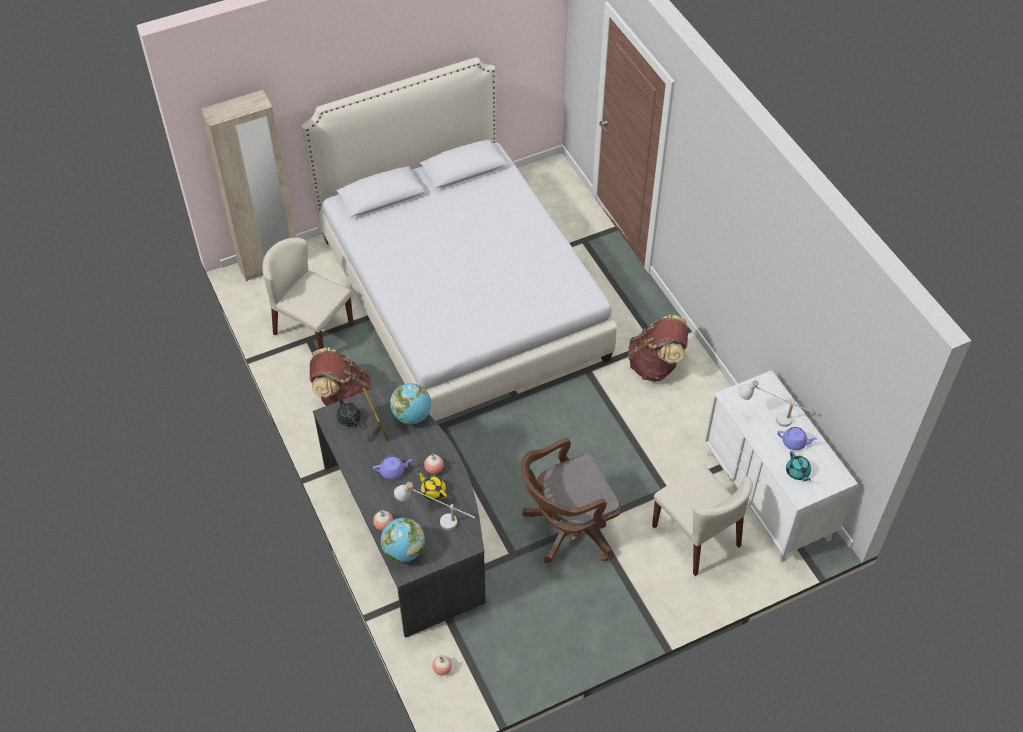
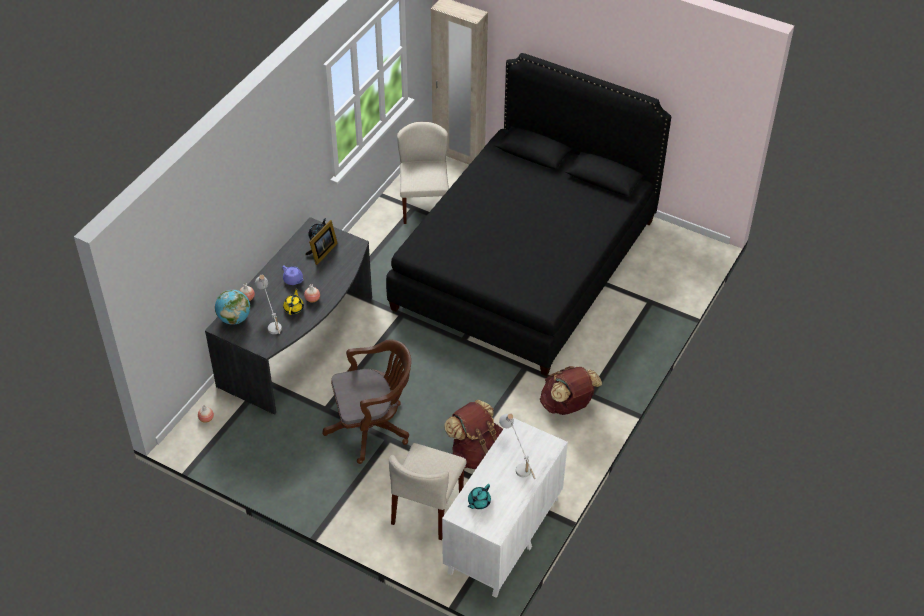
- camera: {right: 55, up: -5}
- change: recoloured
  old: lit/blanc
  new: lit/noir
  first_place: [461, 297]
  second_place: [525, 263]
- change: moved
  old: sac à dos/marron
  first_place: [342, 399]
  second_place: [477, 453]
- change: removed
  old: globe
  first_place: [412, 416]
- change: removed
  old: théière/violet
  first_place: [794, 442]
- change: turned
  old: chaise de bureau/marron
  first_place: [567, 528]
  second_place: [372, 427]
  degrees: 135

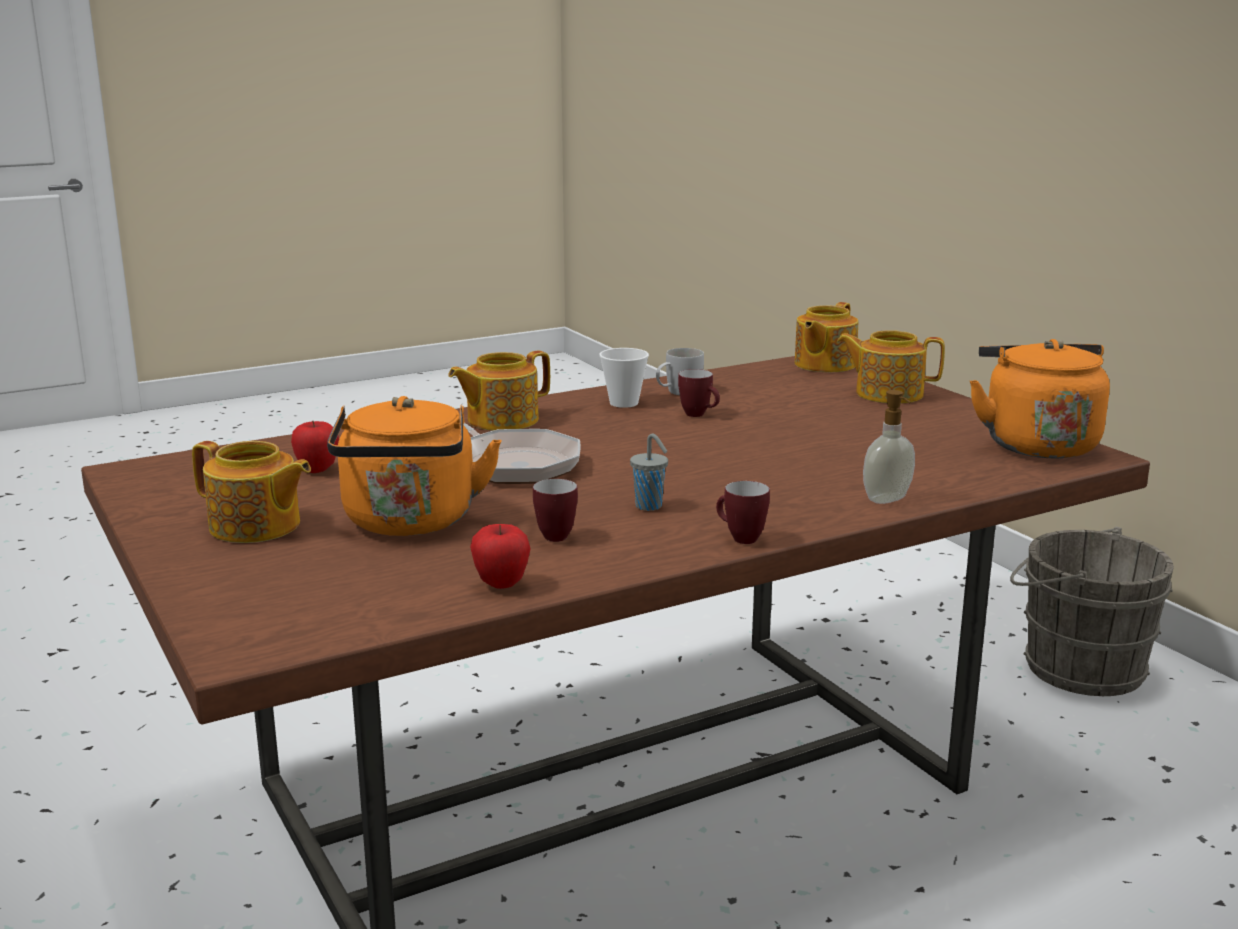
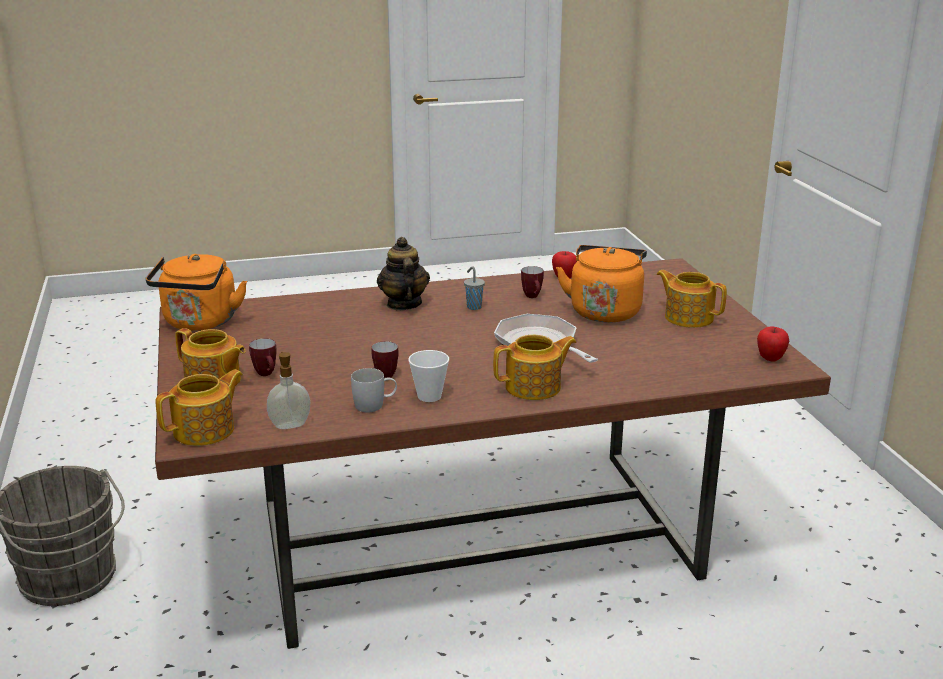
- camera: {right: -165, up: 5}
- change: moved
  old: distributeur de savon
  first_place: [888, 500]
  second_place: [290, 425]
- change: moved
  old: pomme
  first_place: [317, 470]
  second_place: [770, 359]
- change: moved
  old: mug
  first_place: [739, 538]
  second_place: [267, 374]
- change: added
  new: théière
  second_place: [403, 304]

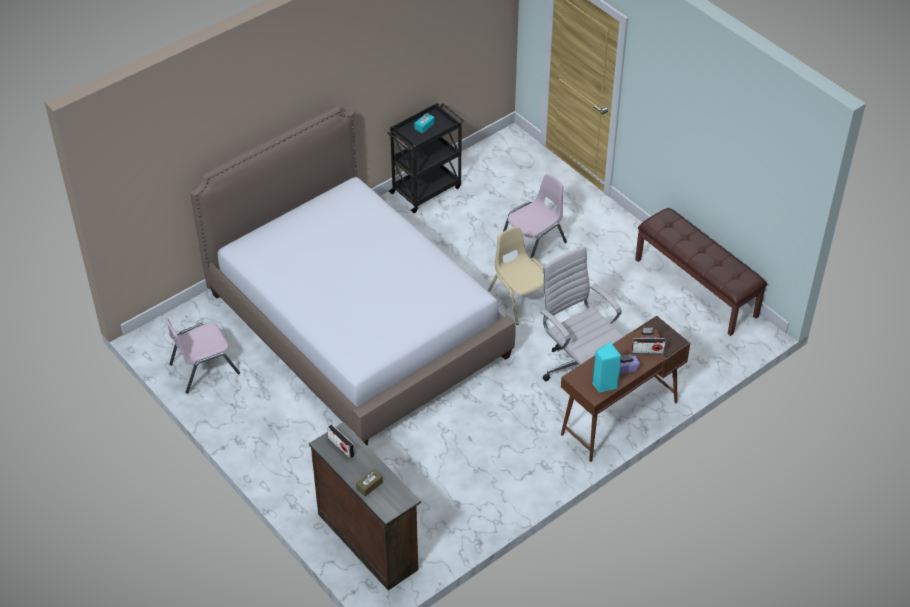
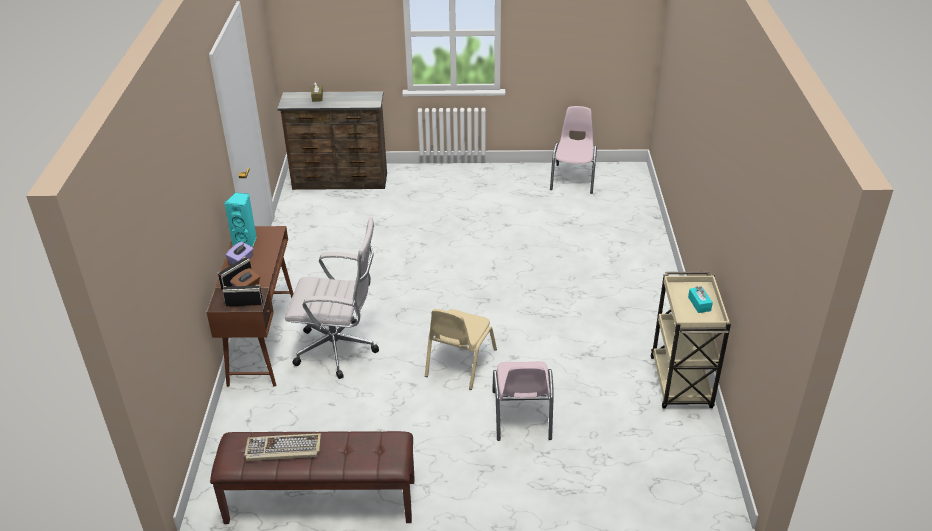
- camera: {right: 130, up: -10}
- change: recoloured
  old: chariot/noir
  new: chariot/beige
  first_place: [427, 189]
  second_place: [681, 384]
- change: removed
  old: lit
  first_place: [357, 325]
- change: turned
  old: chaise/beige
  first_place: [520, 298]
  second_place: [459, 363]
  degrees: 105
- change: moved
  old: radio
  first_place: [341, 447]
  second_place: [244, 303]
- change: added
  new: clavier
  second_place: [282, 449]

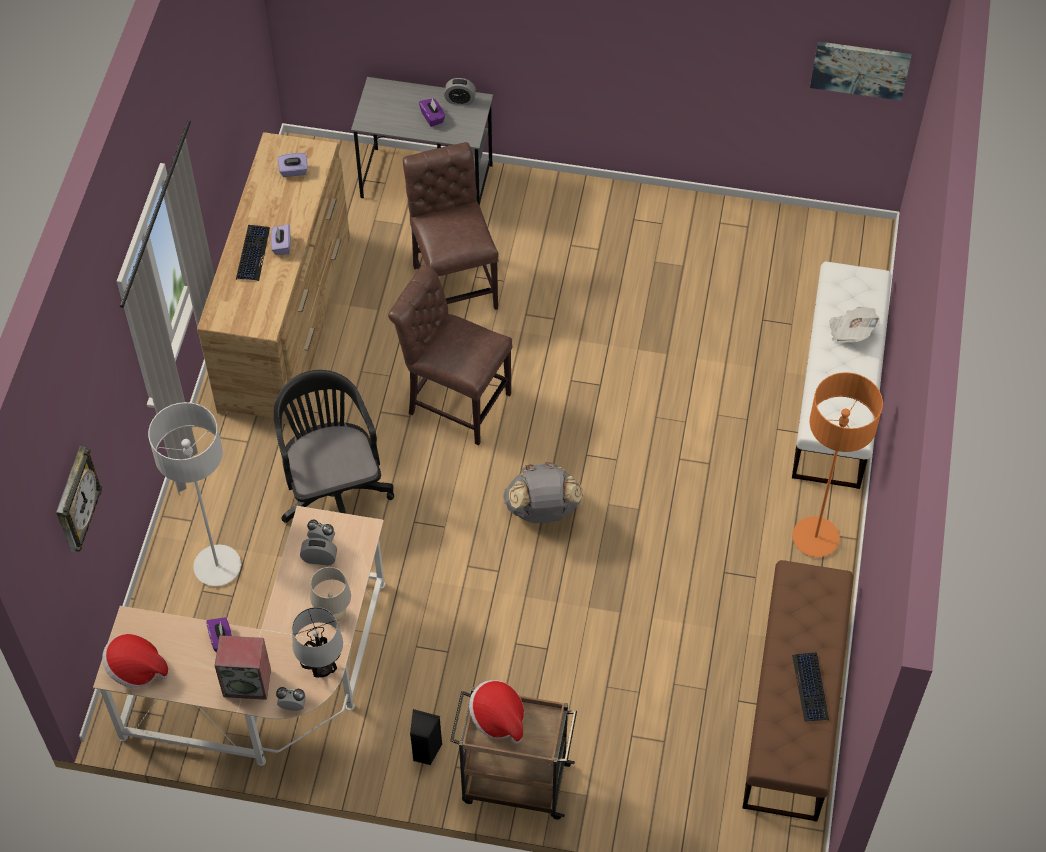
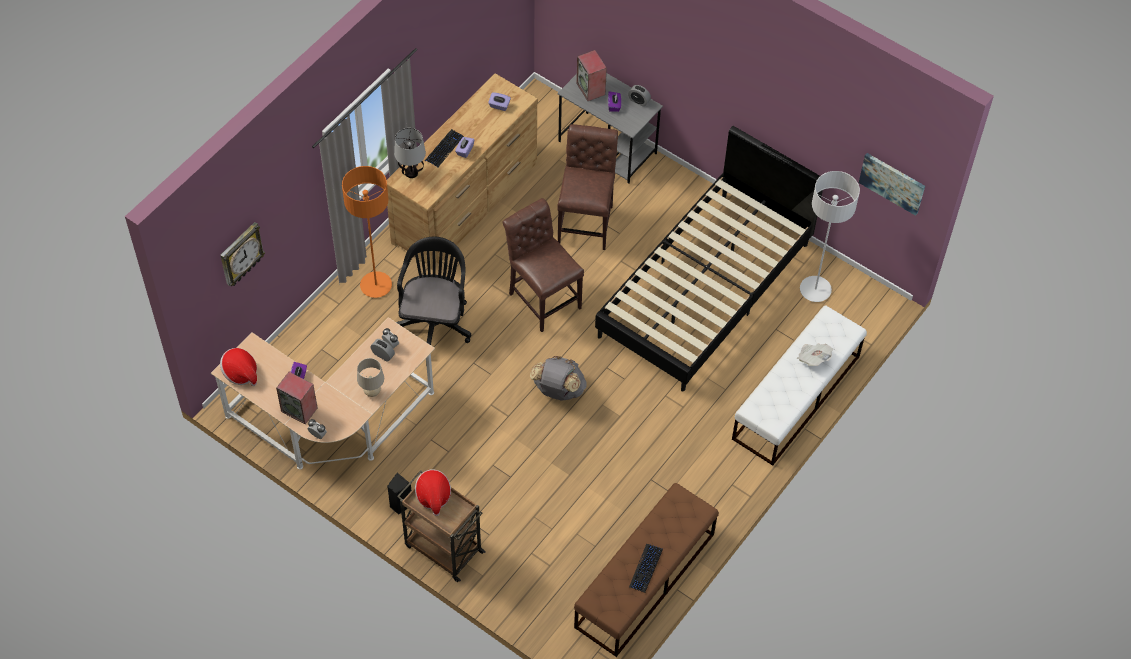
- camera: {right: 25, up: 0}
- change: moved
  old: lampadaire/orange
  first_place: [815, 538]
  second_place: [376, 285]
- change: moved
  old: lampadaire/gris
  first_place: [217, 566]
  second_place: [815, 290]
- change: moved
  old: lampe de table
  first_place: [322, 667]
  second_place: [411, 172]
- change: added
  new: enceinte
  second_place: [591, 89]
- change: added
  new: lit/noir
  second_place: [705, 289]

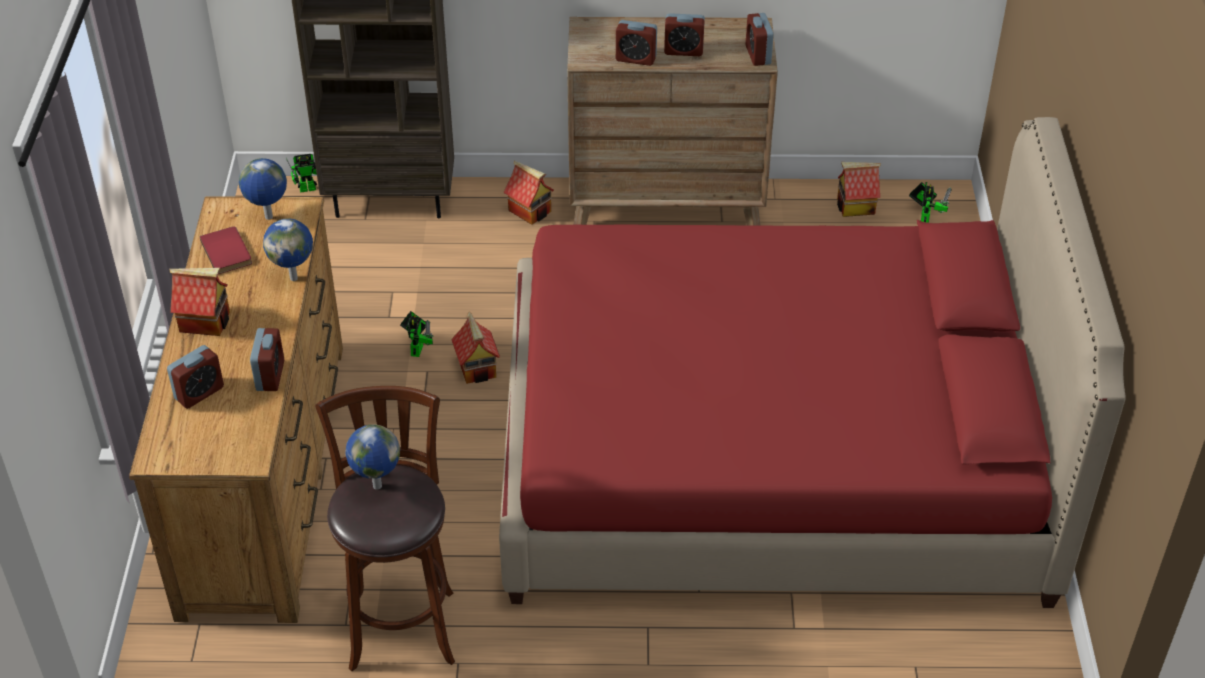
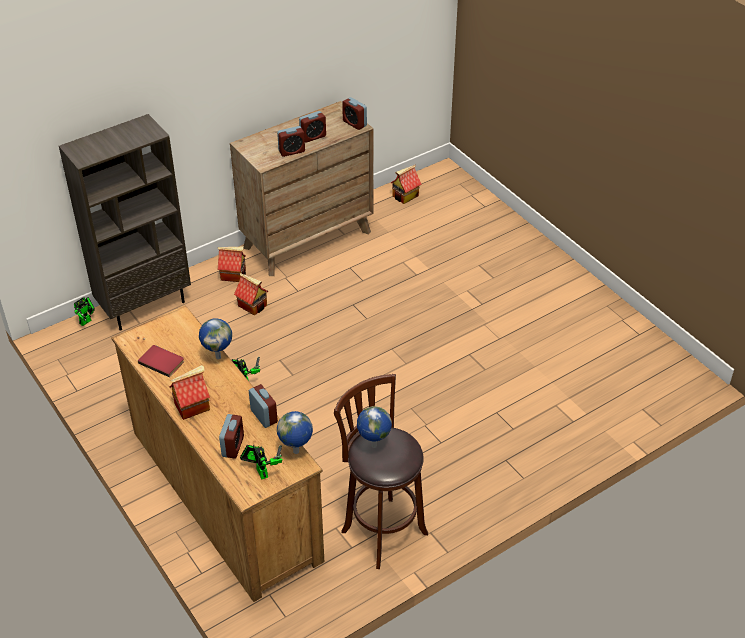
- camera: {right: -35, up: 0}
- change: removed
  old: lit/rouge
  first_place: [771, 460]
- change: moved
  old: globe
  first_place: [268, 218]
  second_place: [296, 452]
- change: moved
  old: robot jouet
  first_place: [925, 217]
  second_place: [261, 471]
- change: moved
  old: maison miniature
  first_place: [478, 368]
  second_place: [253, 305]

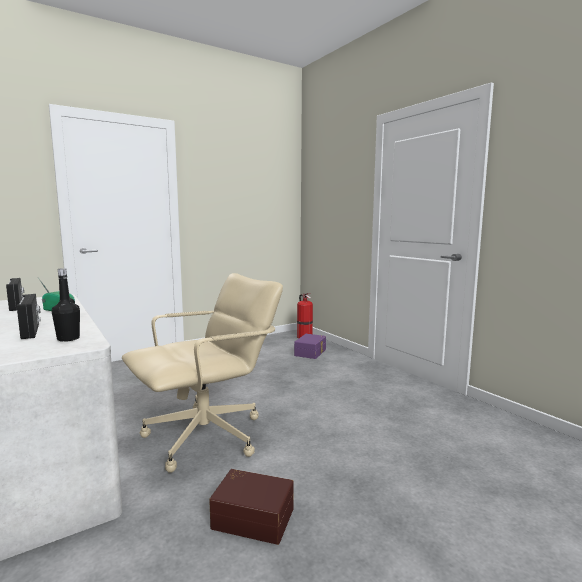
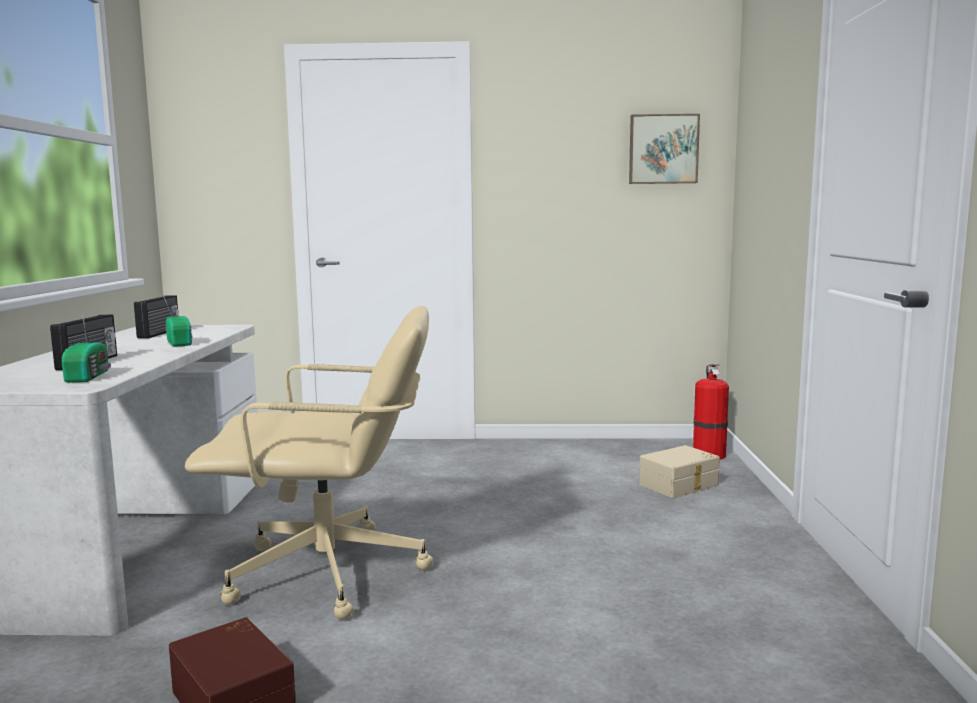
- camera: {right: 35, up: 0}
- change: replaced
  old: bouteille/noir
  new: radio
  first_place: [68, 339]
  second_place: [89, 376]
- change: recoloured
  old: boîte de rangement/violet
  new: boîte de rangement/beige
  first_place: [311, 352]
  second_place: [680, 485]
- change: added
  new: tableau
  second_place: [663, 149]

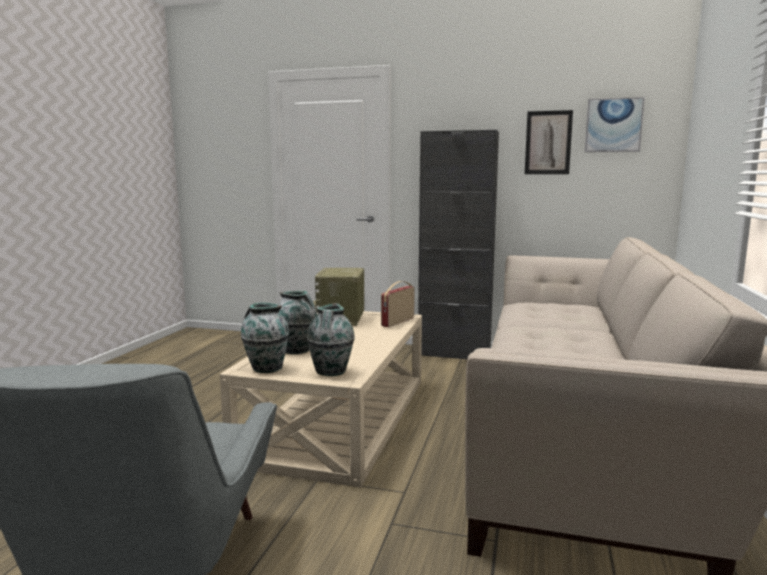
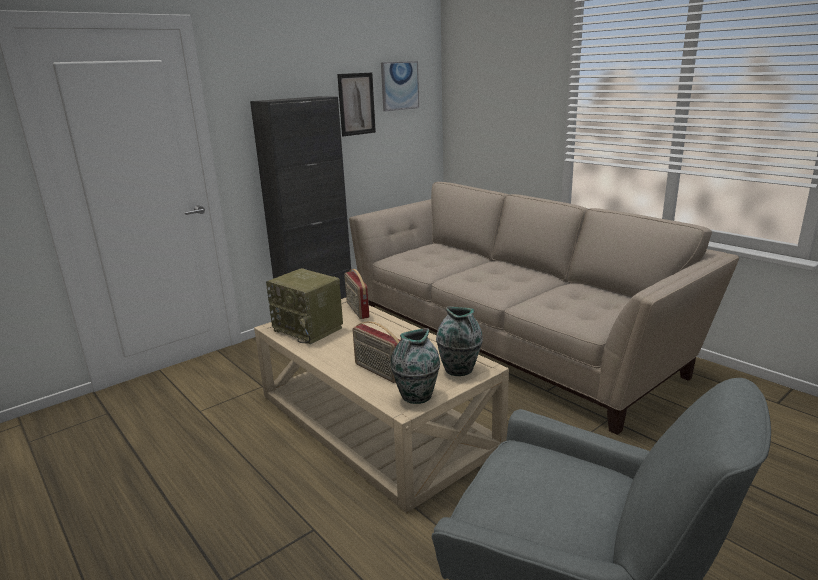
- camera: {right: -55, up: 10}
- change: replaced
  old: vase
  new: radio
  first_place: [297, 350]
  second_place: [378, 371]

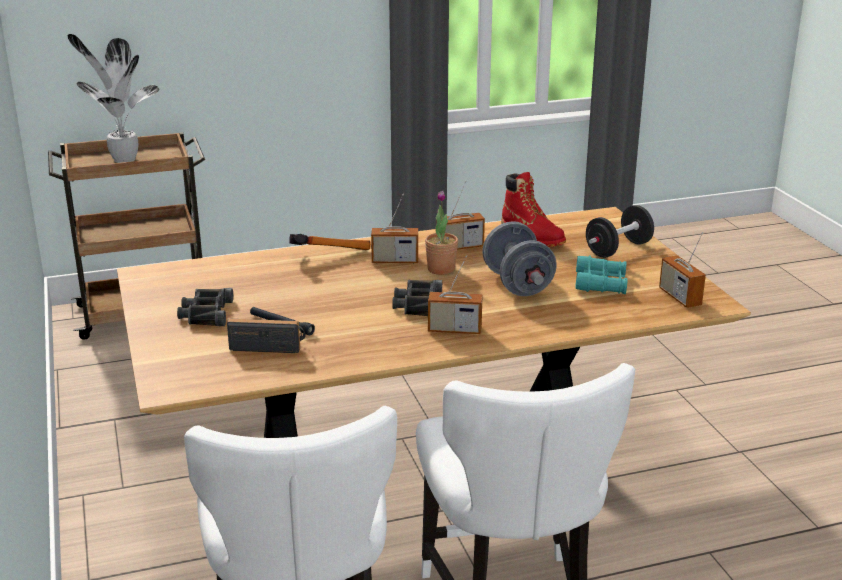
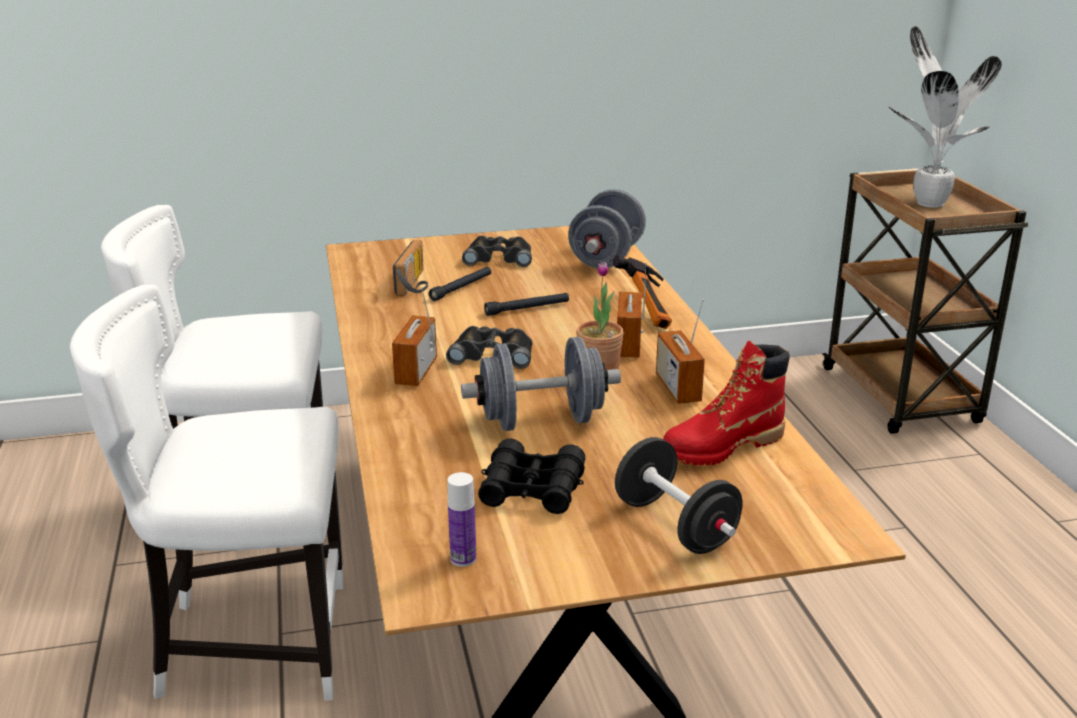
- camera: {right: 95, up: 0}
- change: replaced
  old: radio
  new: bouteille
  first_place: [679, 297]
  second_place: [463, 559]
- change: recoloured
  old: jumelles/turquoise
  new: jumelles/noir
  first_place: [601, 283]
  second_place: [532, 489]
- change: added
  new: haltère/gris
  second_place: [606, 258]
- change: added
  new: lampe de poche/noir
  second_place: [527, 309]

